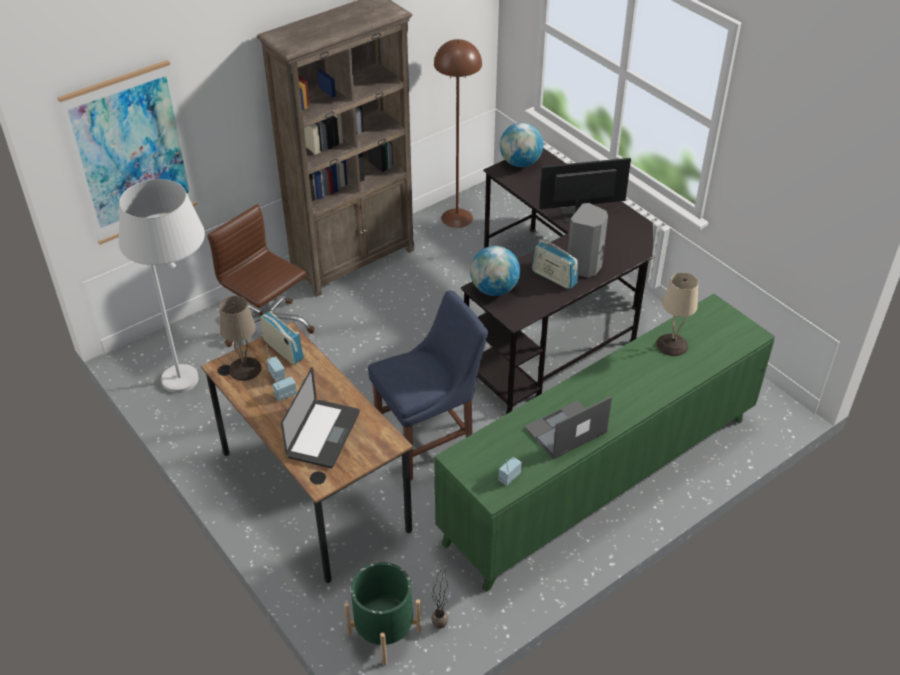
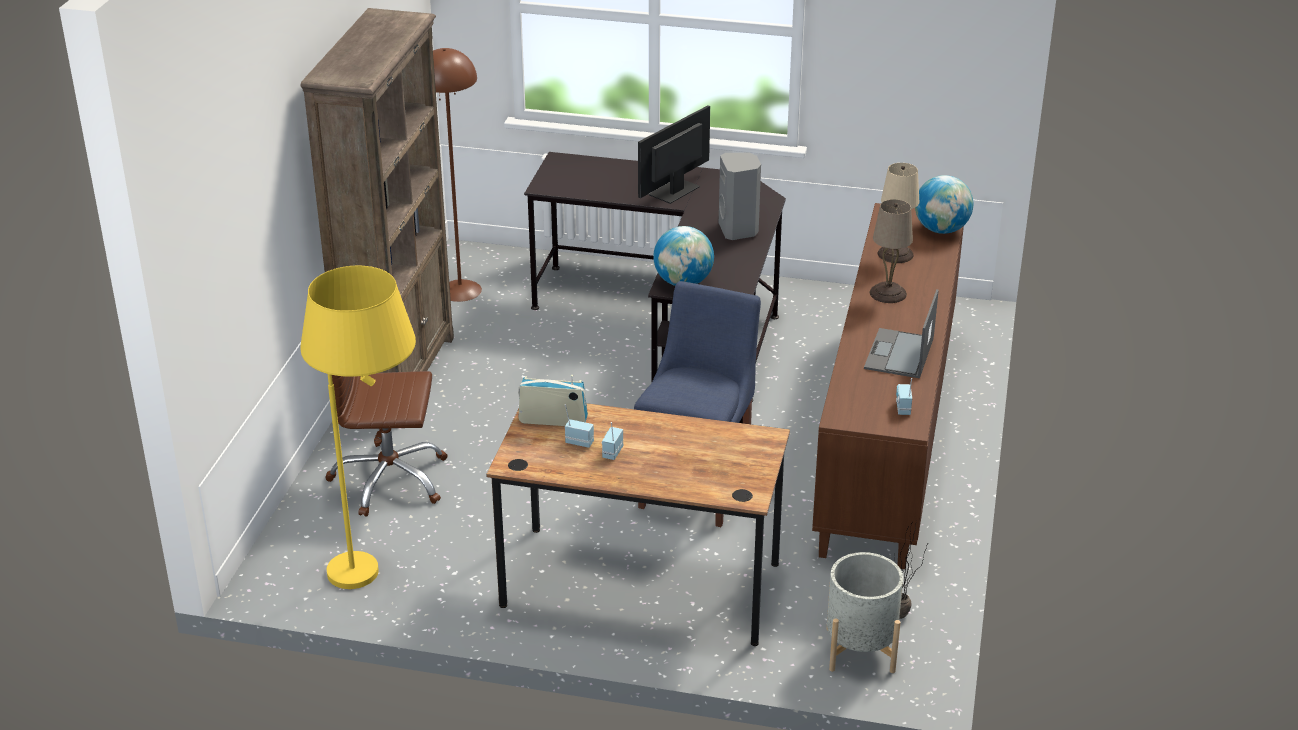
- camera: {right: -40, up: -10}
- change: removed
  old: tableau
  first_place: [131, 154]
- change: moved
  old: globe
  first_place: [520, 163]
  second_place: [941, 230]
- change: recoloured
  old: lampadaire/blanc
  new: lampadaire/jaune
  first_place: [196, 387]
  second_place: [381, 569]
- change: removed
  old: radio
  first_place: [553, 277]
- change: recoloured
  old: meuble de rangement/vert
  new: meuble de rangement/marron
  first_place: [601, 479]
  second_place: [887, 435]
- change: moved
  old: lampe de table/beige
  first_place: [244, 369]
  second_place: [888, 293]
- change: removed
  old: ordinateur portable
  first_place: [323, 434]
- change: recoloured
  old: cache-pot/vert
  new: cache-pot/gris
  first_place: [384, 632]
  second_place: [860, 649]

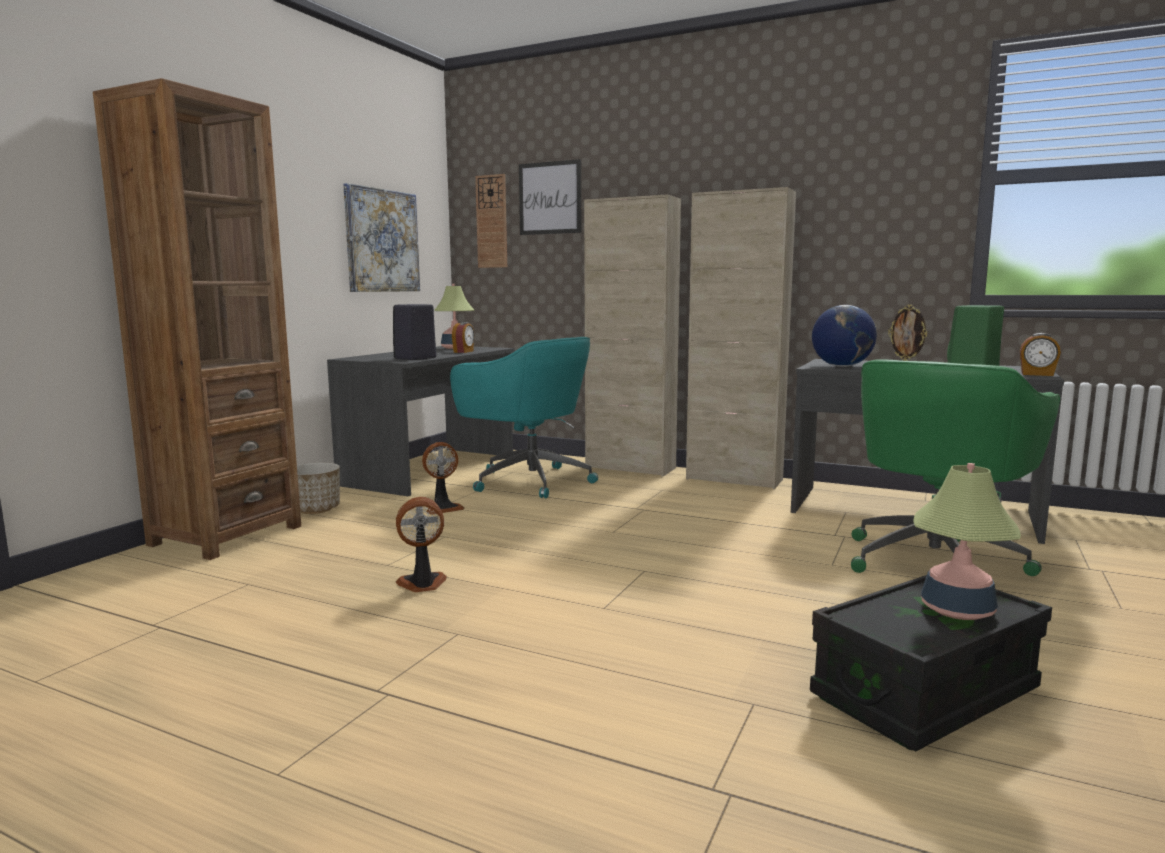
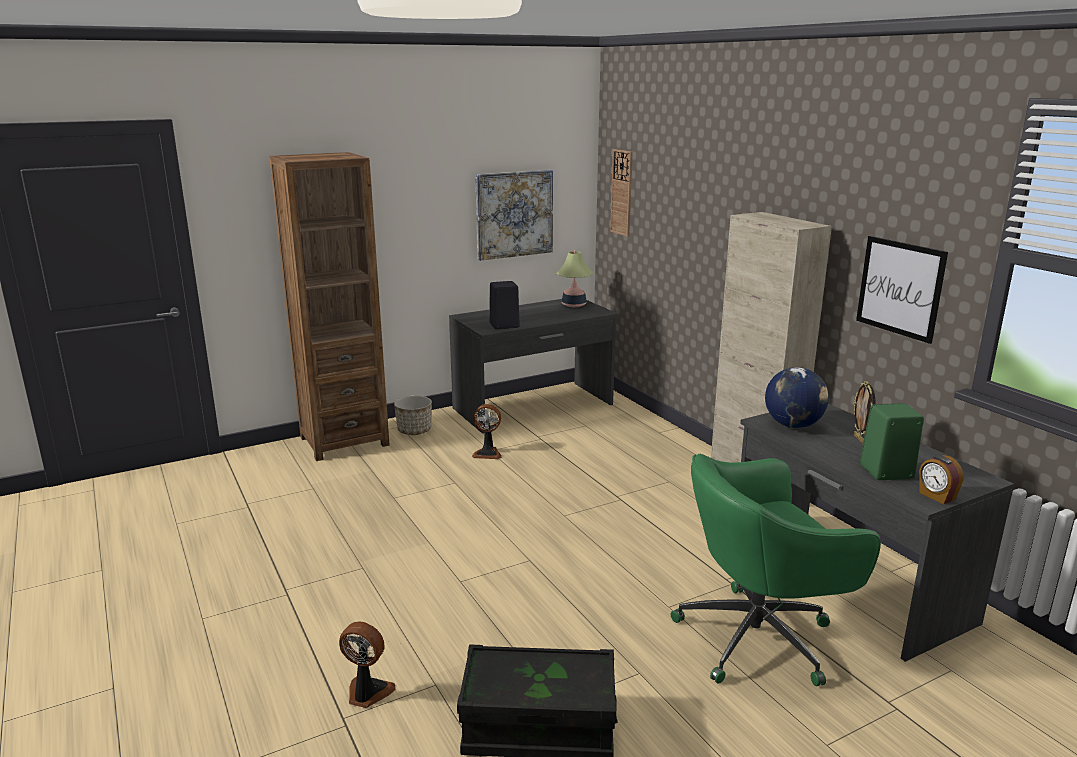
- camera: {right: 35, up: 10}
- change: moved
  old: tableau
  first_place: [550, 198]
  second_place: [900, 288]
- change: removed
  old: meuble de rangement/beige
  first_place: [630, 468]
- change: removed
  old: réveil
  first_place: [464, 351]
- change: removed
  old: chaise de bureau/turquoise
  first_place: [529, 481]
- change: removed
  old: lampe de table
  first_place: [957, 610]
- change: moved
  old: ventilateur
  first_place: [422, 584]
  second_place: [367, 693]

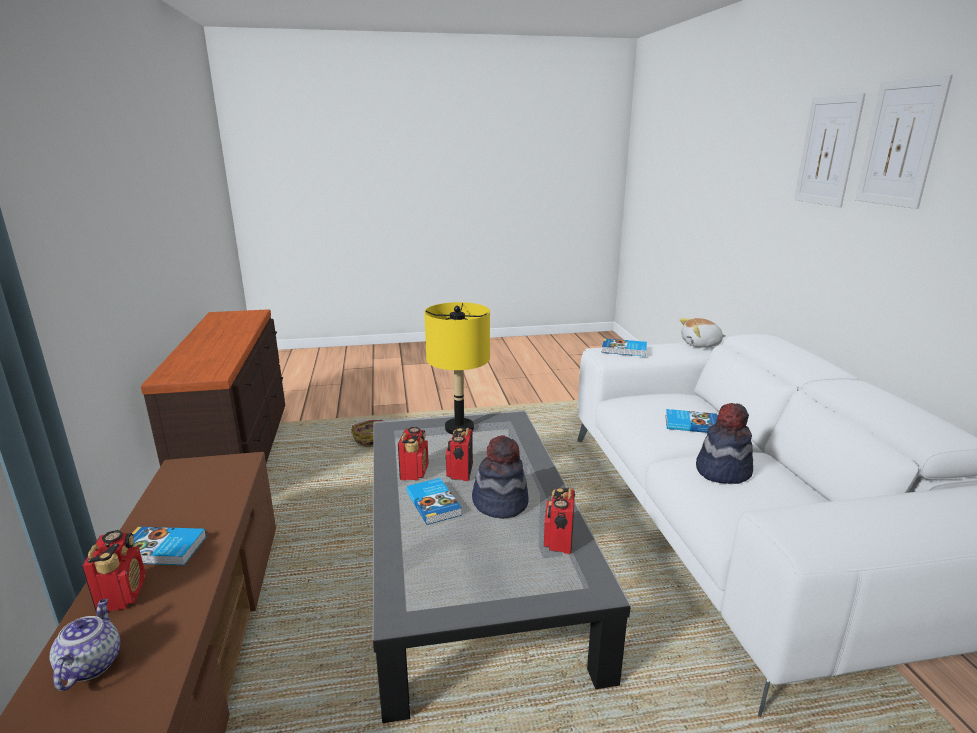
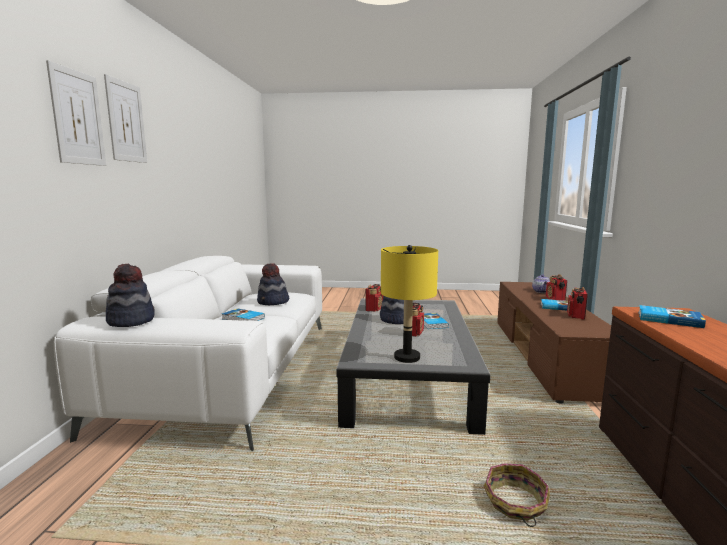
- camera: {right: -165, up: -10}
- change: replaced
  old: peluche
  new: chapeau
  first_place: [701, 344]
  second_place: [131, 321]
- change: moved
  old: livre
  first_place: [624, 350]
  second_place: [668, 319]
- change: moved
  old: radio
  first_place: [414, 471]
  second_place: [575, 316]

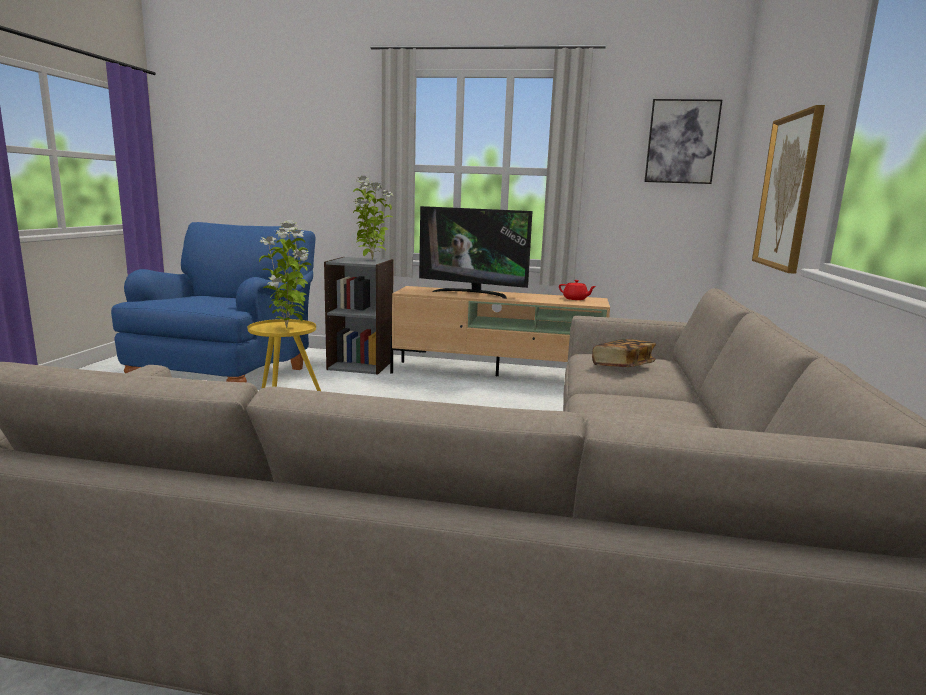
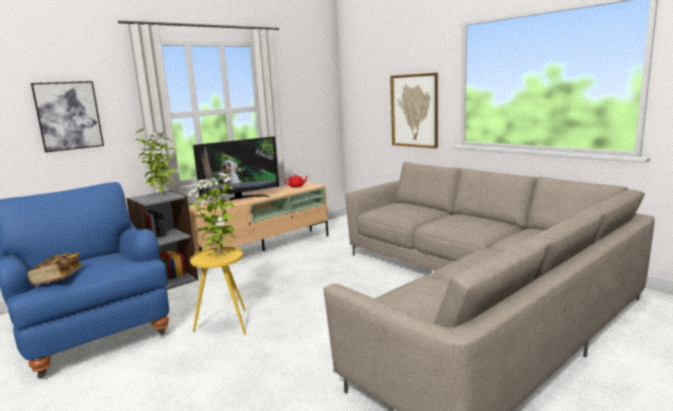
- camera: {right: -50, up: 0}
- change: moved
  old: tableau
  first_place: [682, 142]
  second_place: [68, 116]
- change: moved
  old: livre
  first_place: [622, 366]
  second_place: [58, 278]

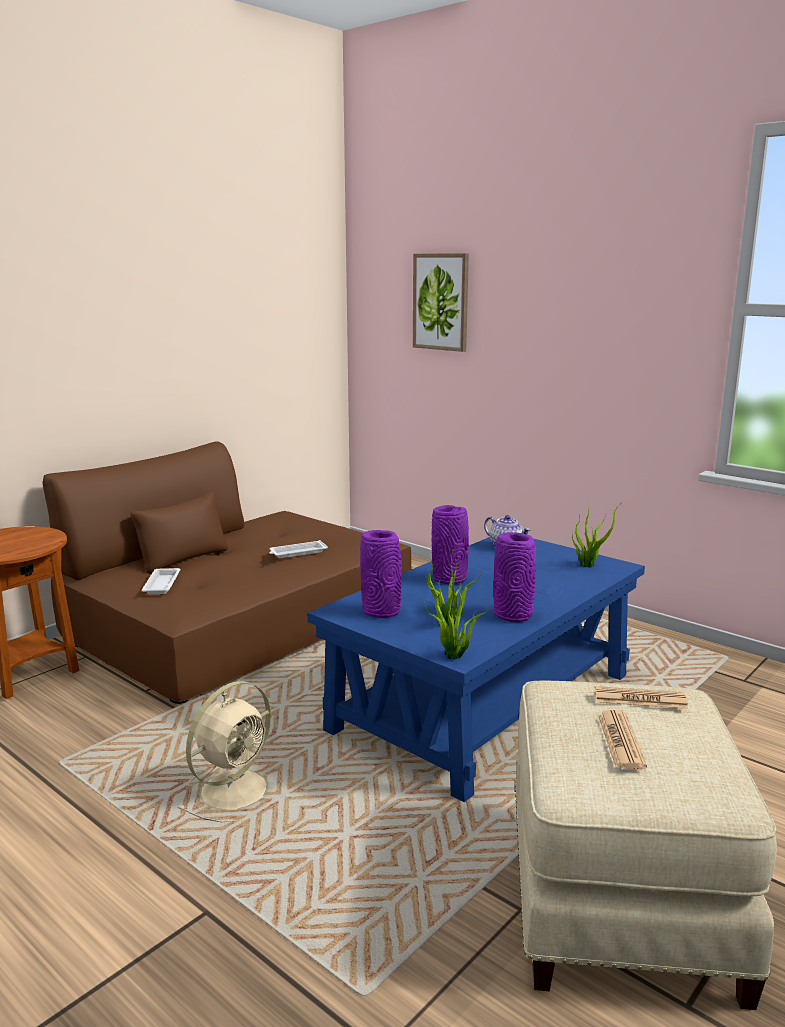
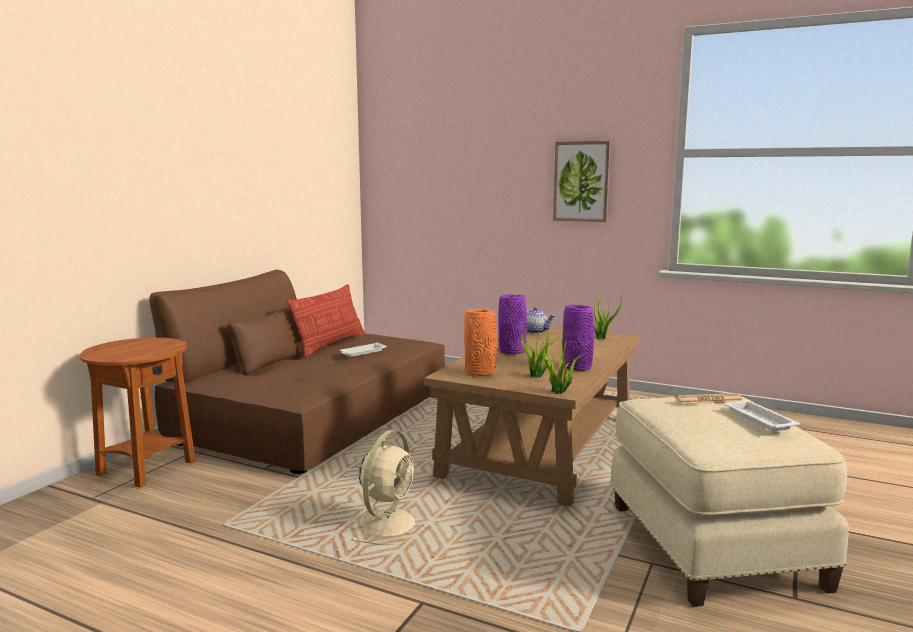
- camera: {right: -15, up: -5}
- change: moved
  old: tableau
  first_place: [441, 302]
  second_place: [581, 181]
- change: recoloured
  old: vase/violet
  new: vase/orange
  first_place: [382, 612]
  second_place: [481, 372]
- change: recoloured
  old: table basse/bleu
  new: table basse/marron
  first_place: [483, 701]
  second_place: [541, 446]
- change: moved
  old: plateau/blanc
  first_place: [162, 584]
  second_place: [758, 419]
- change: removed
  old: journal
  first_place: [620, 741]
- change: added
  new: coussin
  second_place: [330, 344]

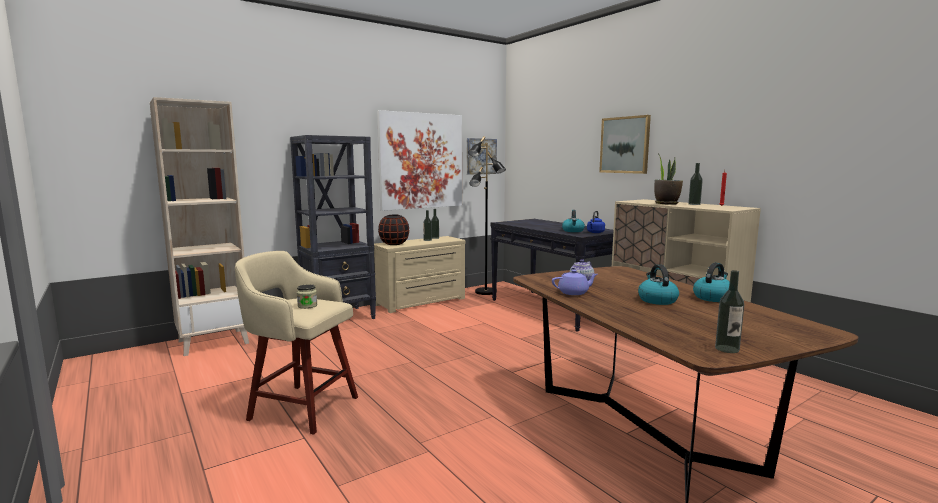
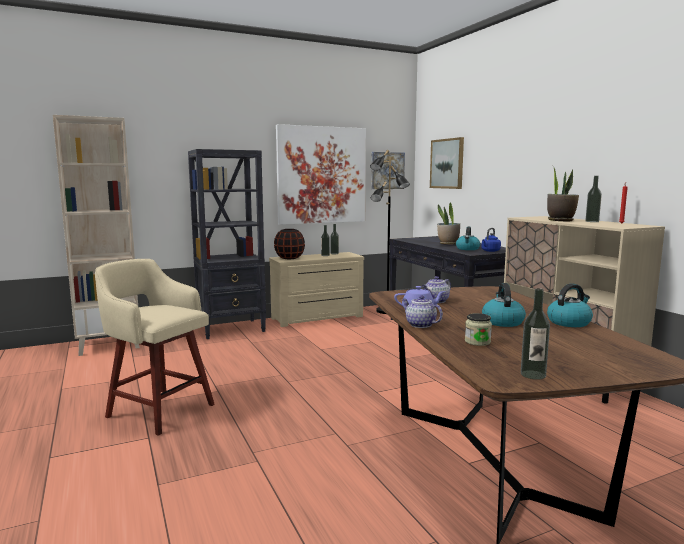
- camera: {right: 10, up: 0}
- change: moved
  old: tableau
  first_place: [625, 145]
  second_place: [447, 163]
- change: moved
  old: bocal
  first_place: [307, 306]
  second_place: [477, 342]
- change: added
  new: plante en pot
  second_place: [448, 243]
- change: added
  new: théière
  second_place: [420, 325]

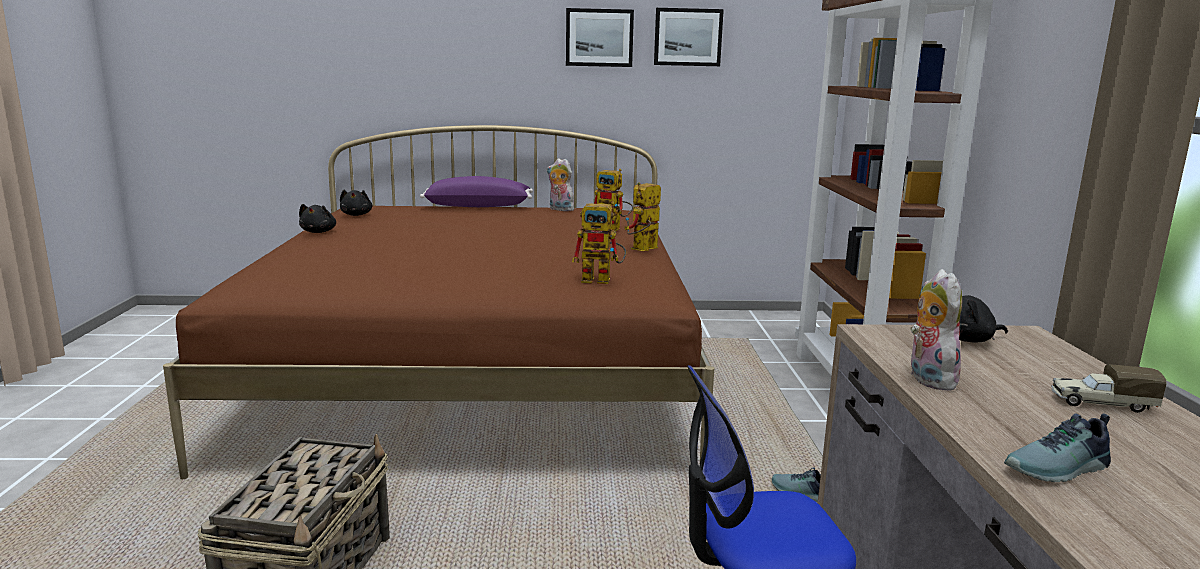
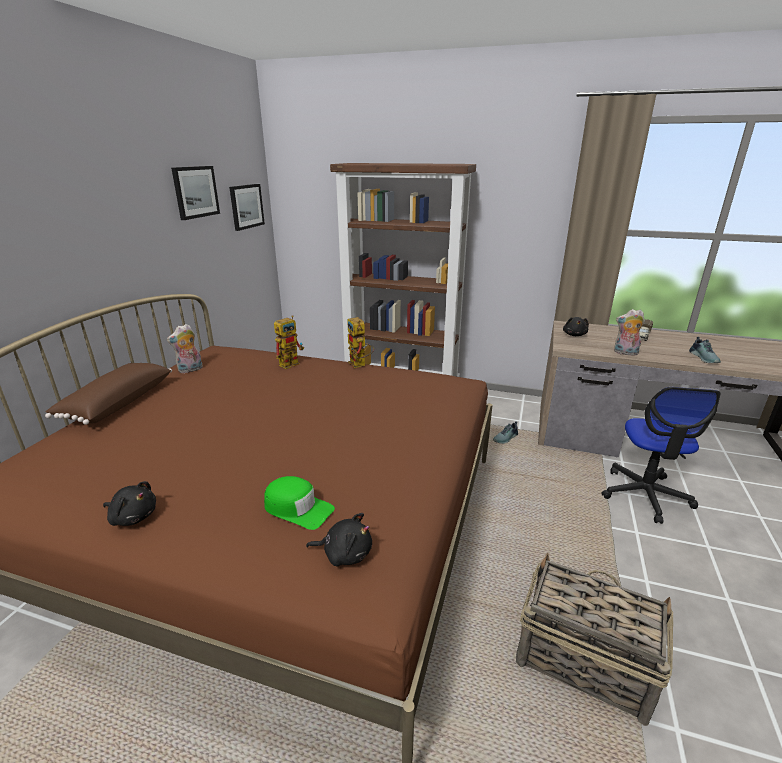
- camera: {right: -70, up: 10}
- change: moved
  old: tableau
  first_place: [599, 38]
  second_place: [246, 206]
- change: recoloured
  old: coussin/violet
  new: coussin/marron
  first_place: [478, 206]
  second_place: [116, 403]
- change: moved
  old: peluche/noir
  first_place: [356, 215]
  second_place: [345, 553]
- change: removed
  old: robot jouet
  first_place: [603, 280]
- change: added
  new: casquette/vert
  second_place: [298, 508]

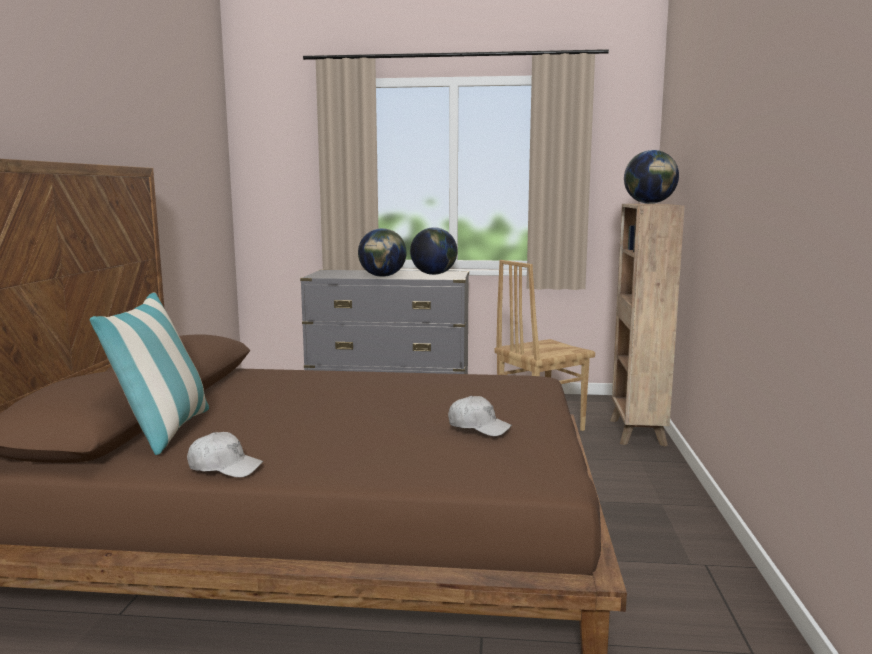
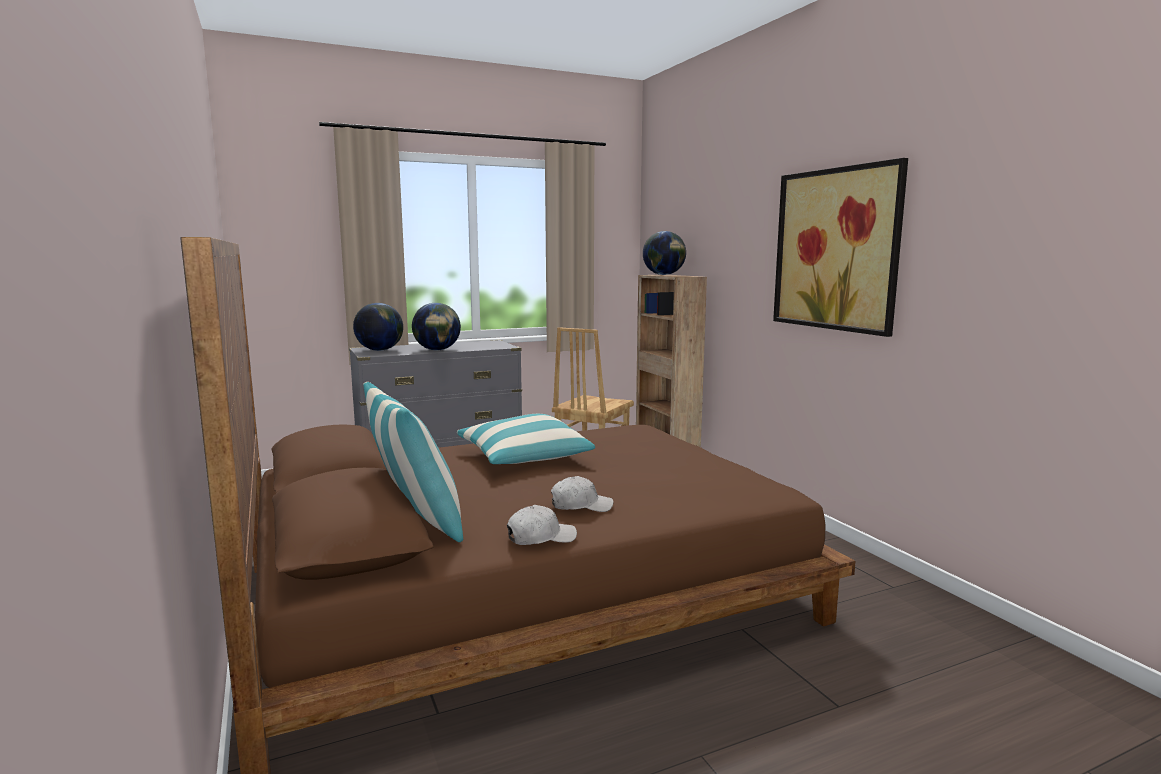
- camera: {right: -30, up: 0}
- change: moved
  old: globe
  first_place: [434, 274]
  second_place: [379, 350]
- change: moved
  old: casquette/blanc
  first_place: [478, 427]
  second_place: [581, 506]
- change: added
  new: tableau
  second_place: [836, 249]
- change: added
  new: coussin
  second_place: [525, 456]

